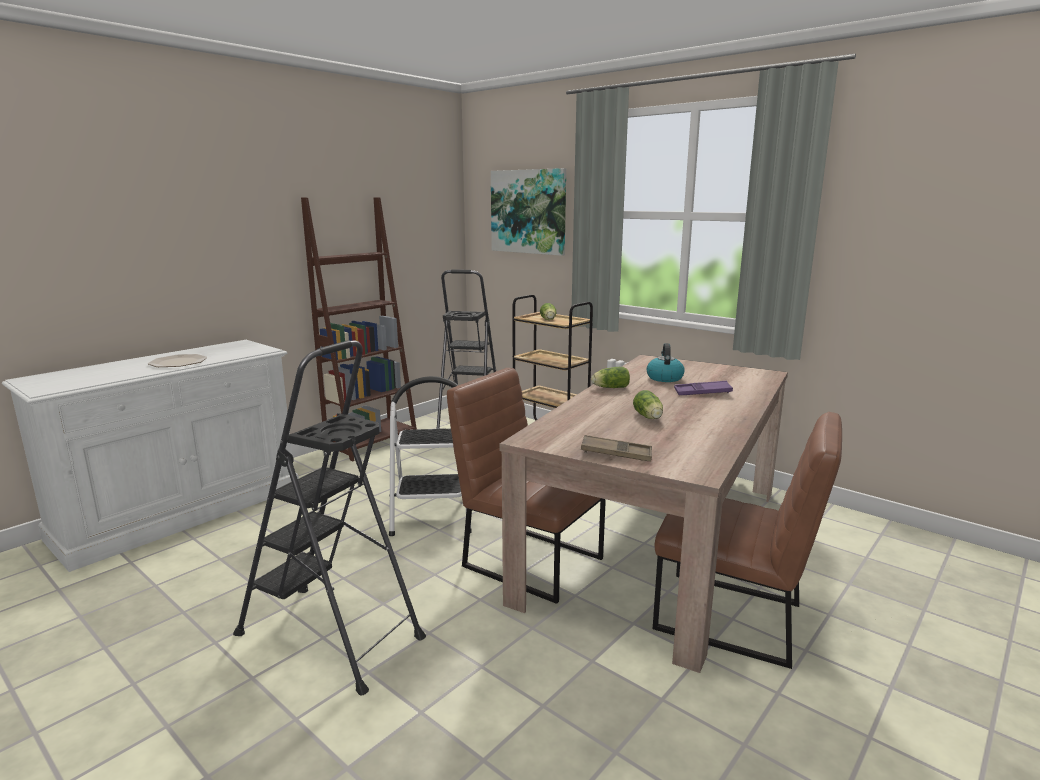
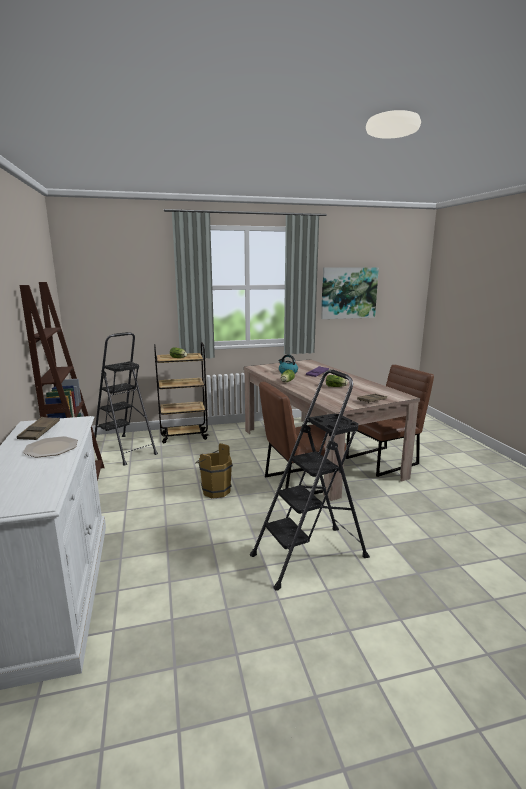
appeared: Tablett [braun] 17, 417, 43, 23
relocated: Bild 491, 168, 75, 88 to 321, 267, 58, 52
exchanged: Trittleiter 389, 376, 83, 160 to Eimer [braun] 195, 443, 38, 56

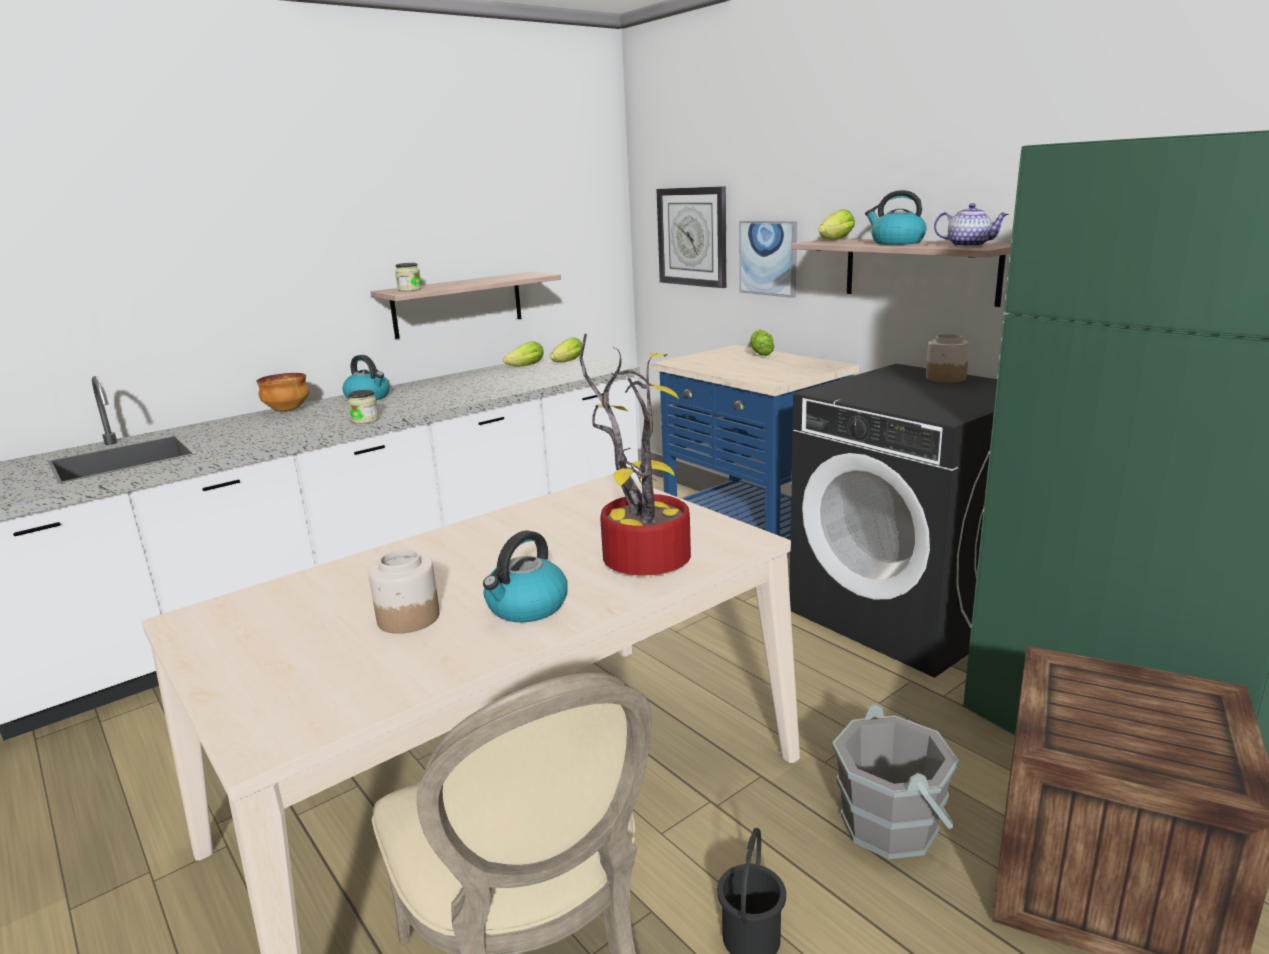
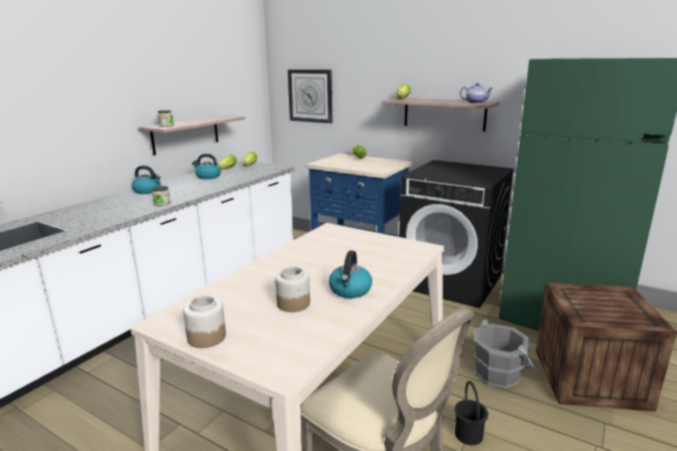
missing: Schüssel 256, 373, 53, 39; Topfpflanze 579, 334, 112, 242; Bild 739, 221, 58, 77
relocated: Wasserkessel 865, 190, 61, 55 to 192, 154, 29, 25; Vorratsglas 926, 334, 44, 48 to 183, 296, 43, 52

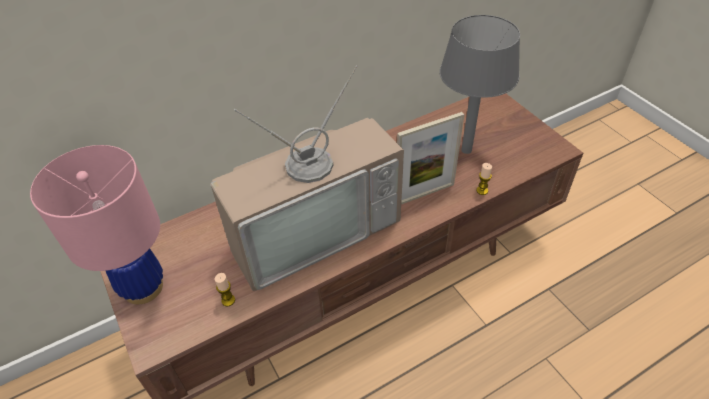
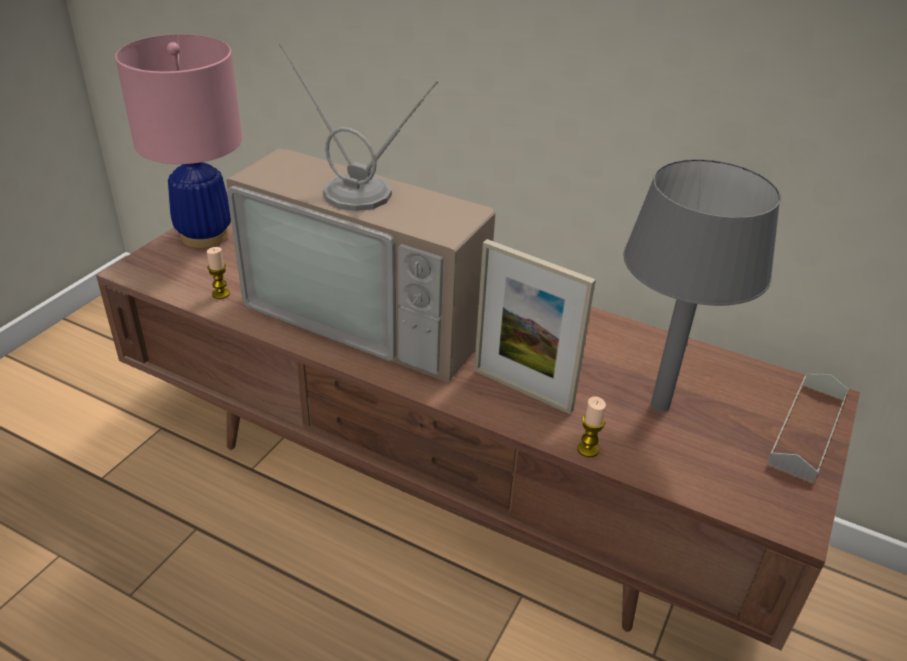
appeared: Tablett [grau] 767, 374, 82, 110

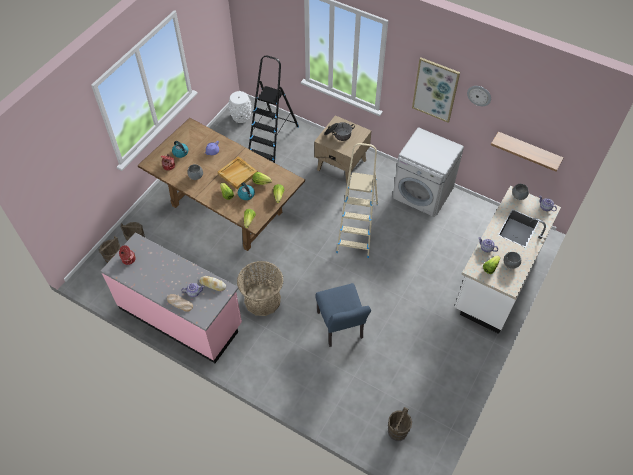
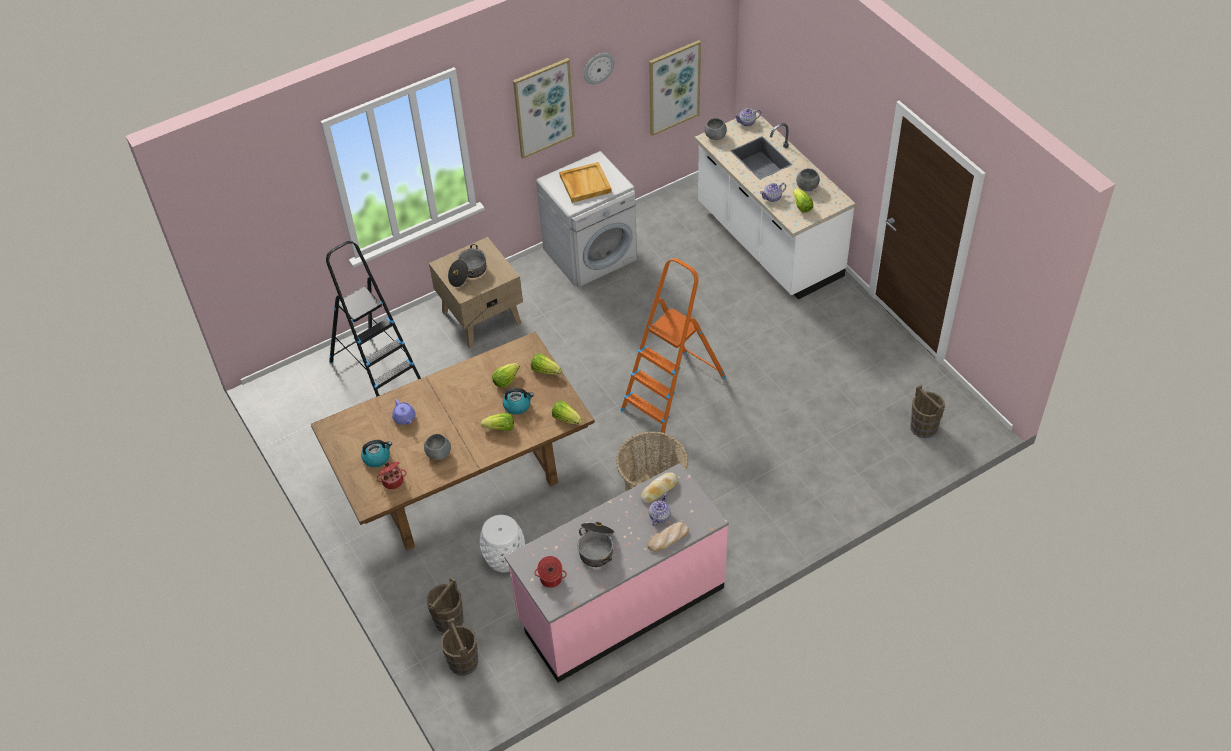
missing: Stuhl [blau] 316, 283, 55, 64; Trittleiter [beige] 336, 143, 42, 115
appeared: Kochtopf 577, 522, 37, 45; Trittleiter [orange] 621, 258, 105, 175
relocated: Tablett [beige] 218, 156, 40, 33 to 559, 162, 53, 41; Hocker [weiß] 228, 91, 24, 32 to 480, 515, 45, 58
exchanged: Wandregal 491, 131, 73, 41 to Bild 649, 40, 52, 96

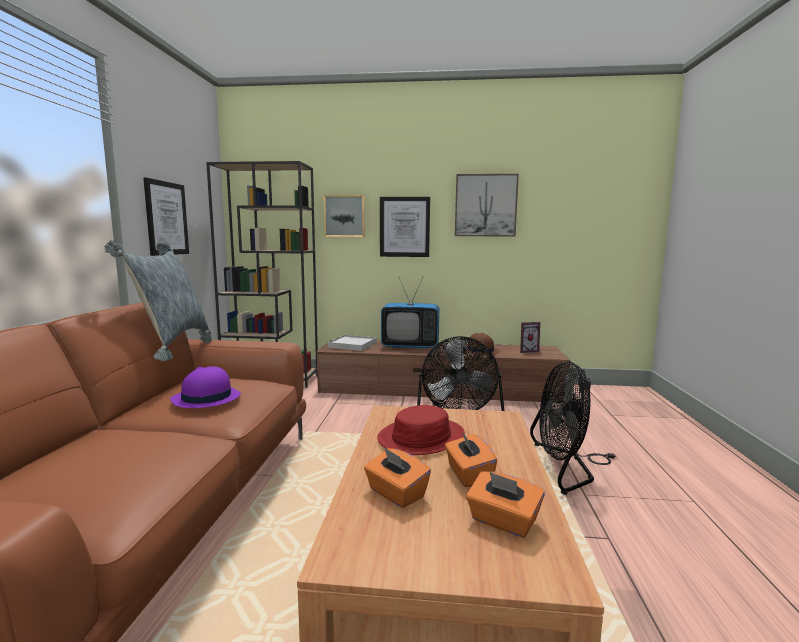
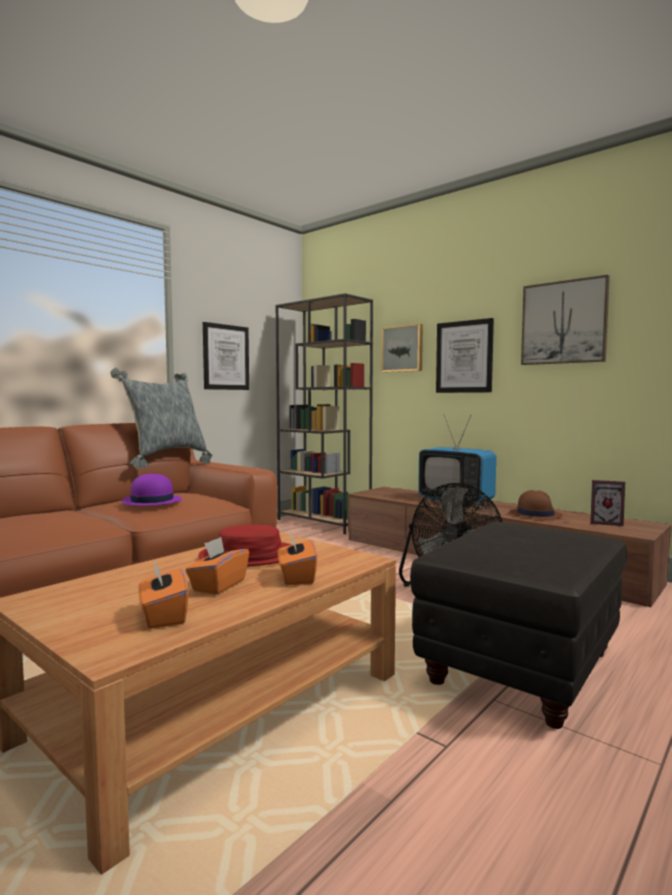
missing: Tablett [weiß] 327, 335, 50, 16
relocated: Taschentuchbox [orange] 364, 447, 67, 61 to 278, 533, 39, 52
exchanged: Ventilator [schwarz] 530, 362, 87, 133 to Polsterhocker [schwarz] 410, 522, 217, 207

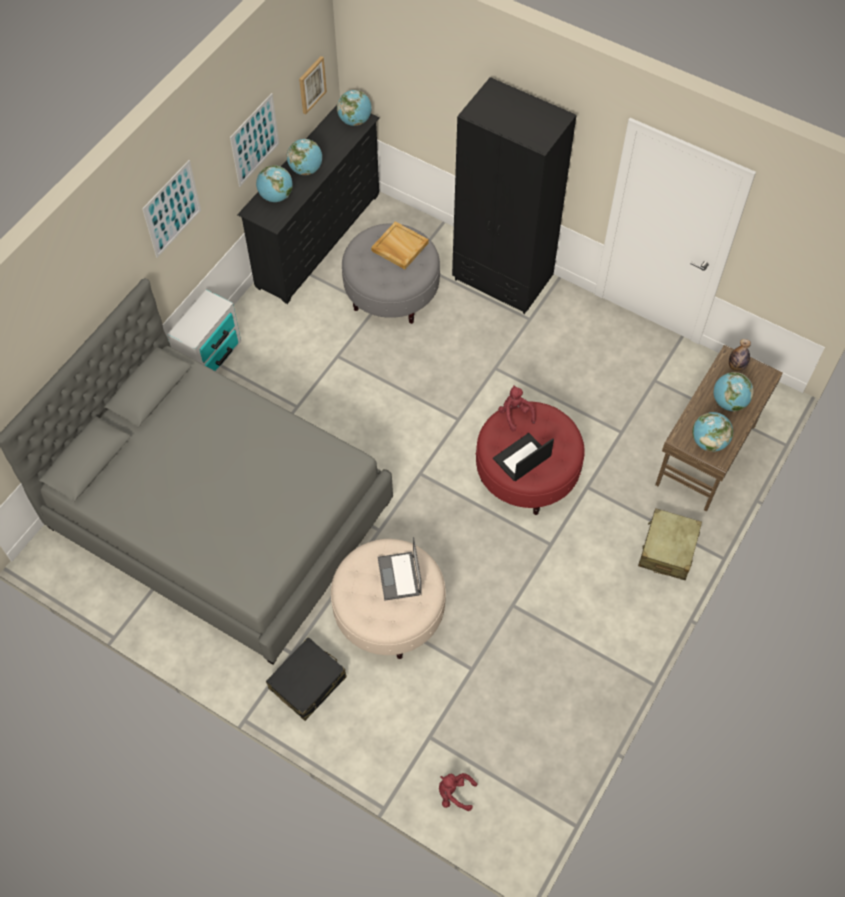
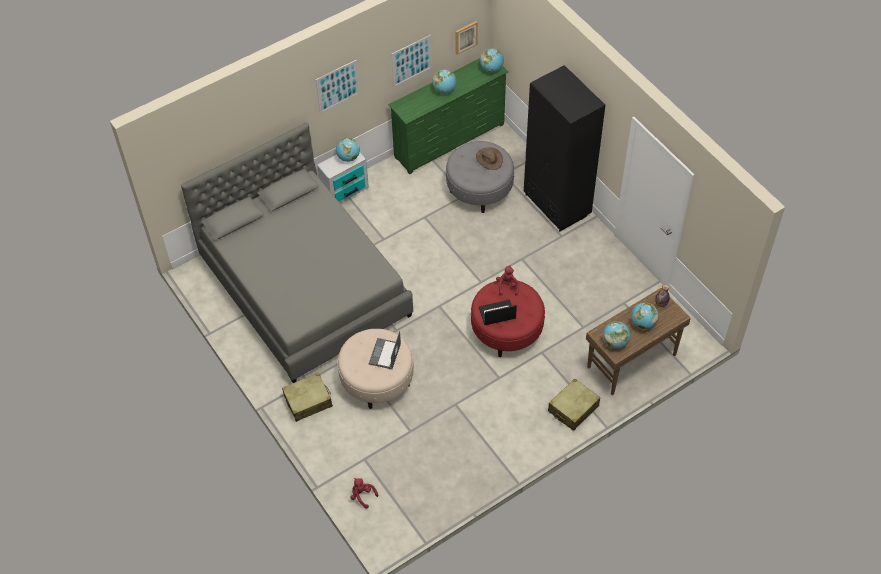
relocated: Globus 256, 165, 37, 37 to 336, 137, 24, 25
exchanged: Tablett [beige] 371, 221, 58, 48 to Hut [braun] 476, 147, 27, 23
colour: Kommode [schwarz] 237, 105, 143, 199 to Kommode [grün] 388, 58, 120, 116; Koffer [schwarz] 266, 637, 81, 84 to Koffer [beige] 282, 372, 51, 50

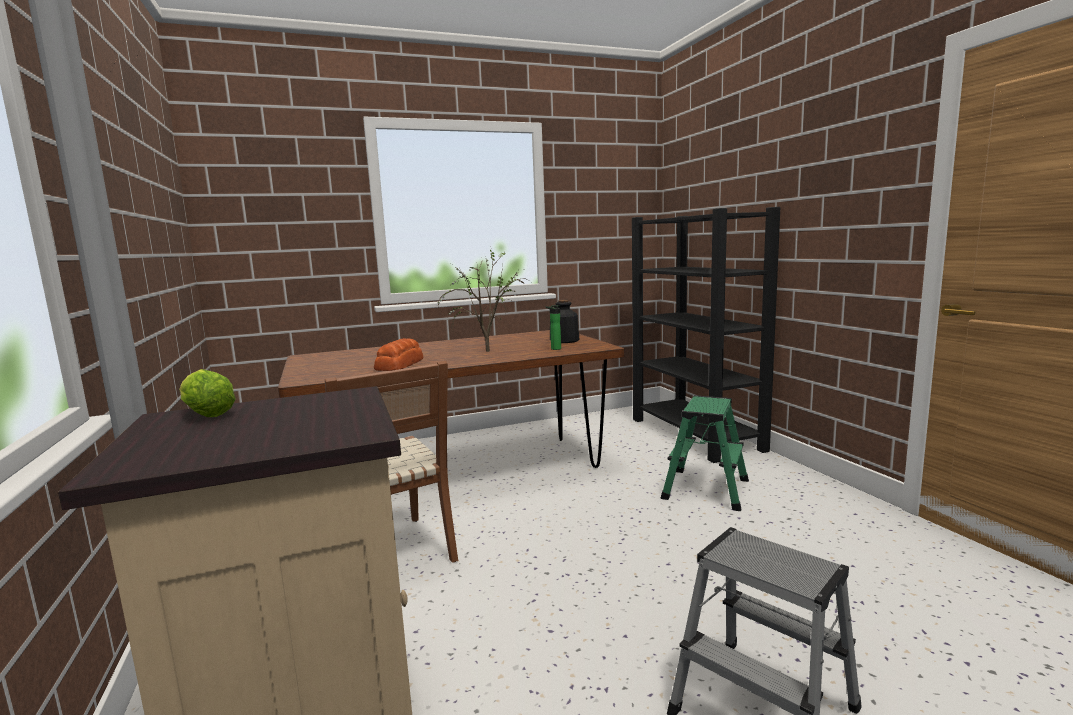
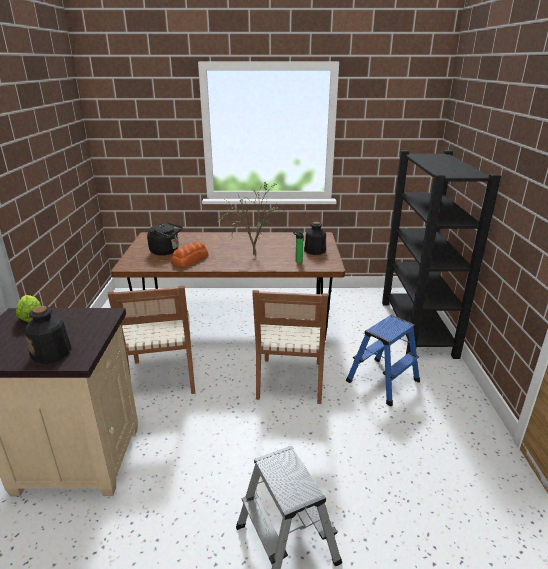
appeared: Flasche 24, 306, 47, 58; Wasserkessel [schwarz] 147, 222, 36, 33; Stuhl 252, 290, 76, 114
colour: Trittleiter [grün] 661, 395, 88, 116 to Trittleiter [blau] 346, 314, 74, 92

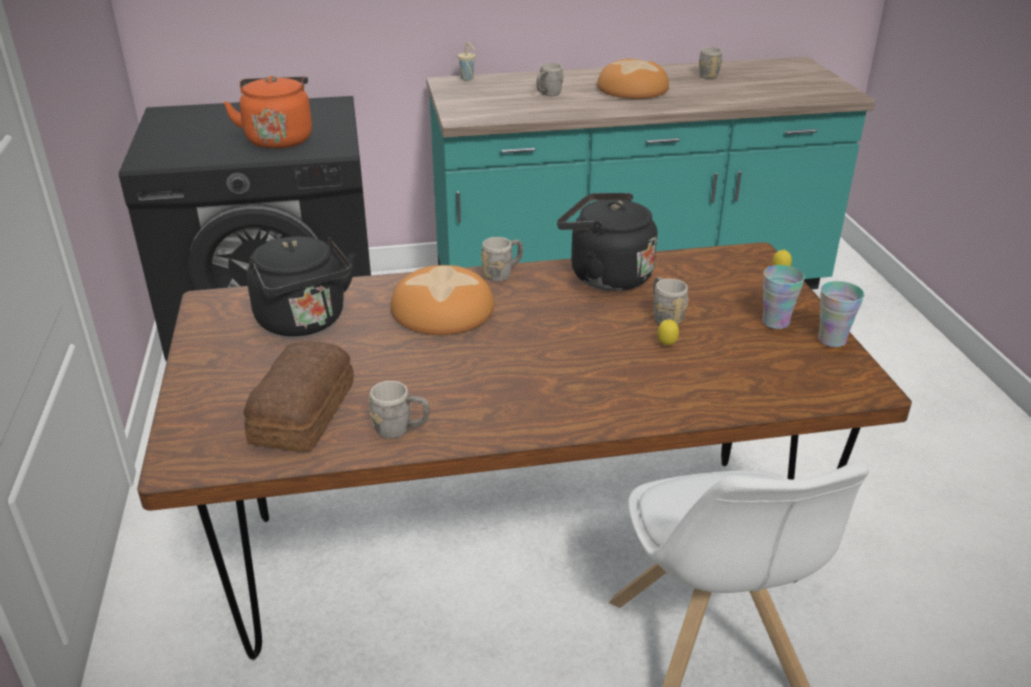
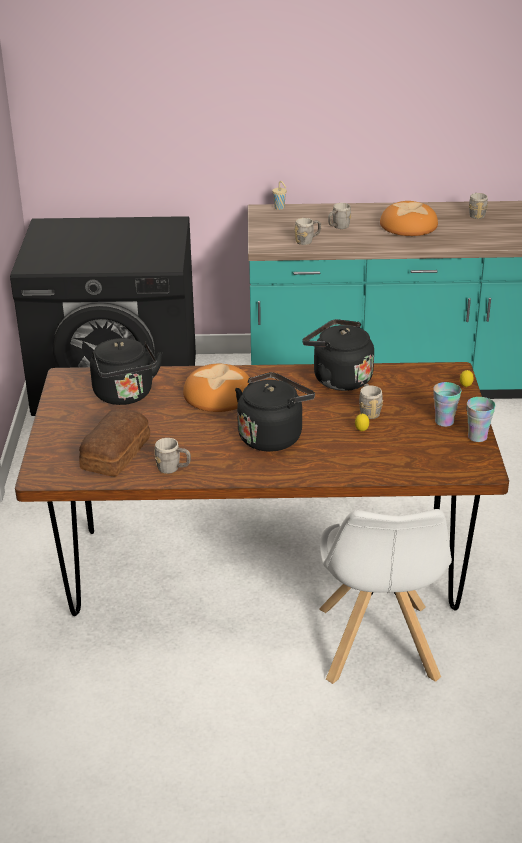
missing: Wasserkessel [orange] 223, 76, 89, 73
appeared: Wasserkessel [schwarz] 235, 372, 80, 80
relocated: Henkelbecher [grau] 481, 237, 42, 45 to 295, 218, 26, 27

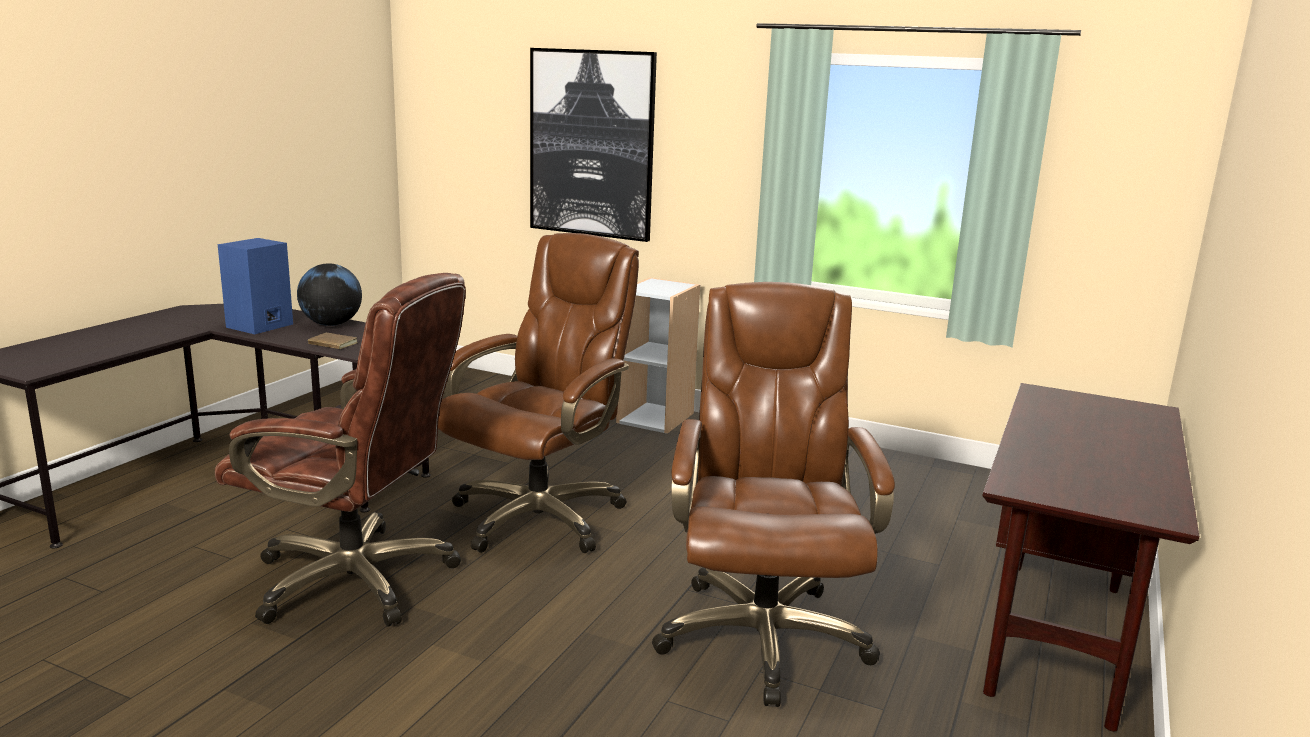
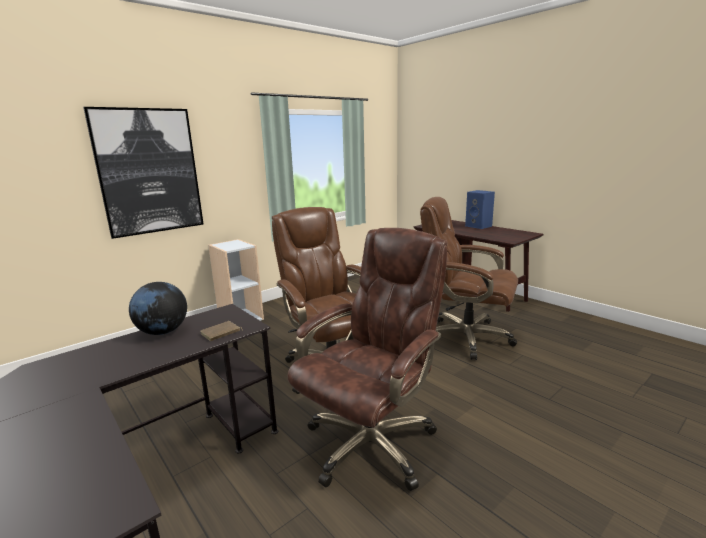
relocated: Lautsprecher [blau] 218, 238, 75, 96 to 465, 190, 30, 39

